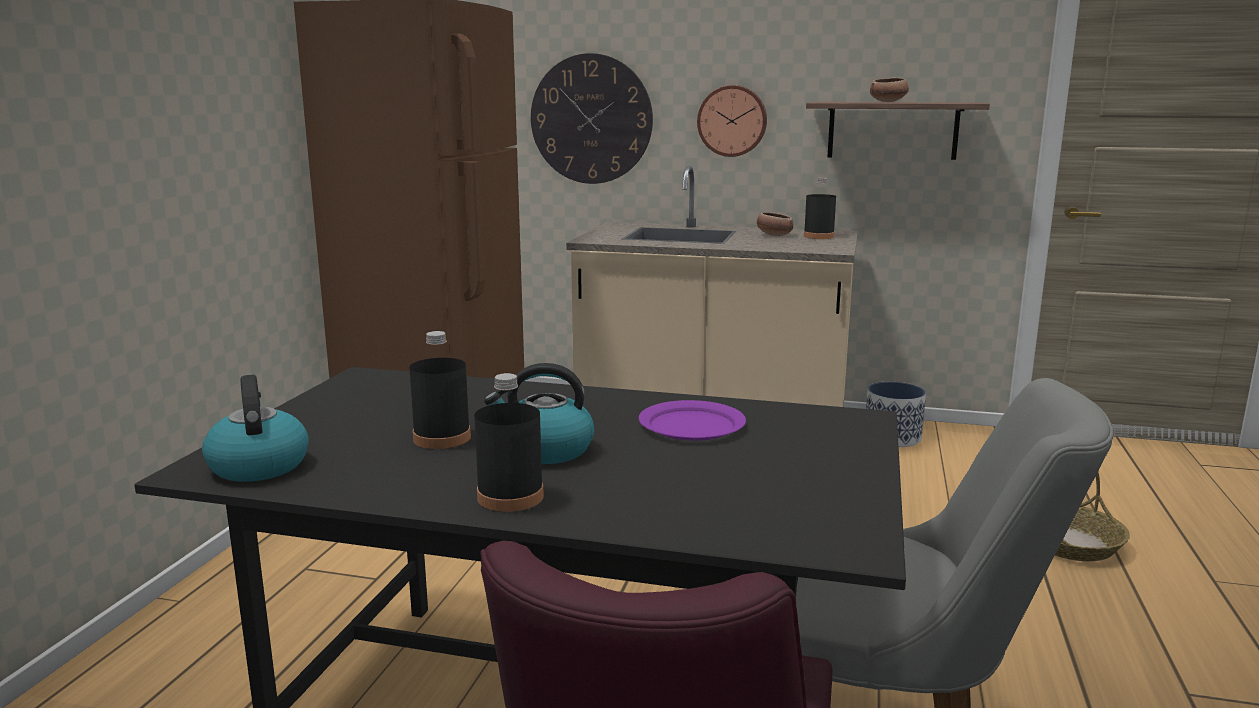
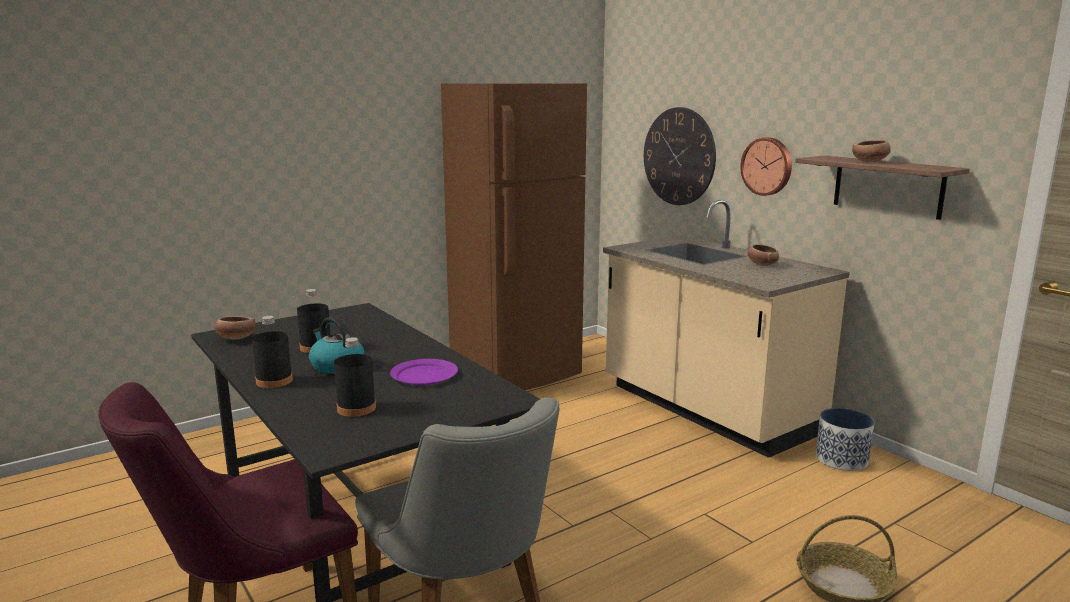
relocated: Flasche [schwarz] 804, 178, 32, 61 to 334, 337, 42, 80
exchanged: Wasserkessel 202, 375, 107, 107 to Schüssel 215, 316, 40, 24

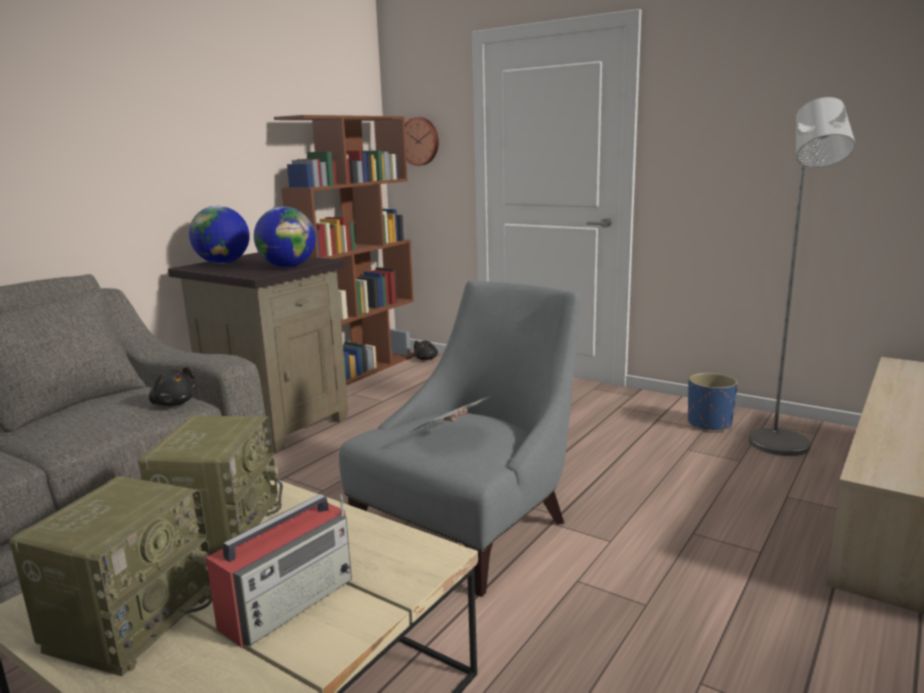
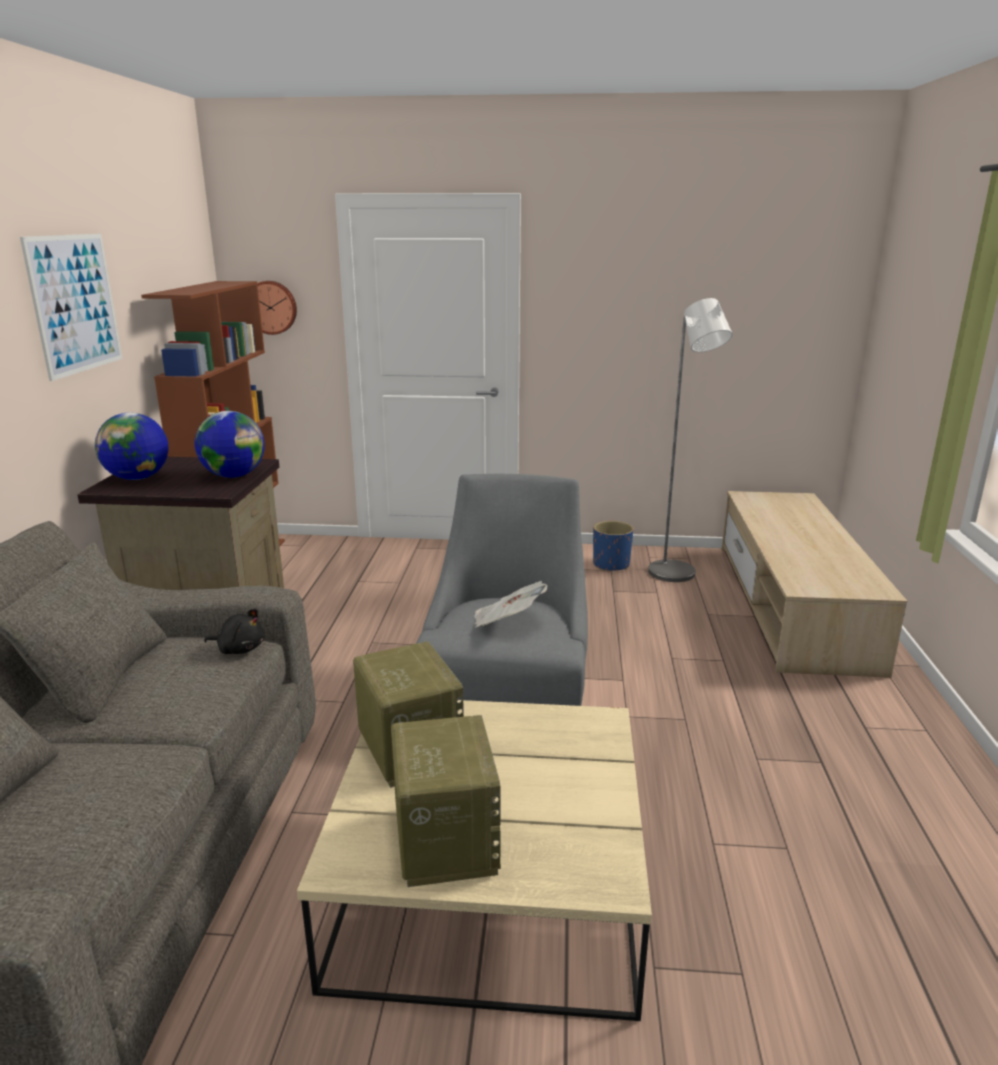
missing: Radio 206, 494, 146, 154; Plüschtier [schwarz] 414, 340, 24, 20
appeared: Bild 20, 234, 103, 147

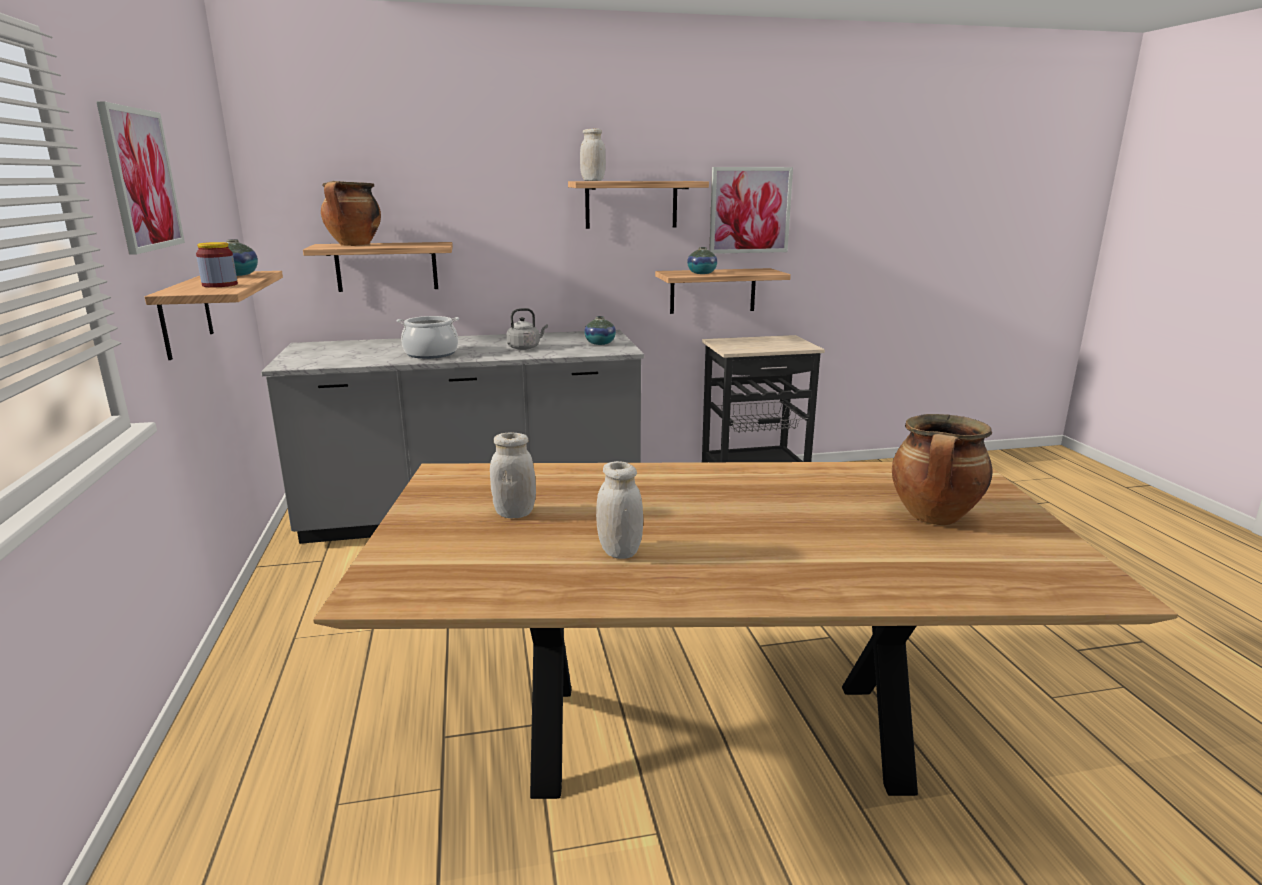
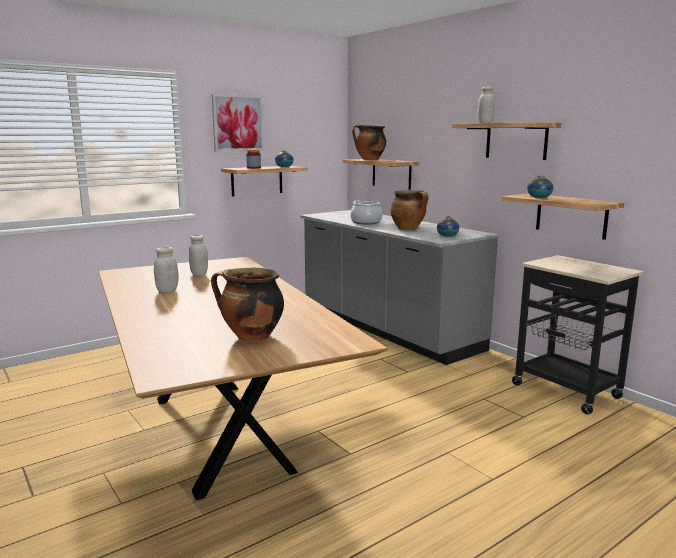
missing: Bild 709, 167, 84, 87
exchanged: Wasserkessel [grau] 507, 308, 41, 42 to Kochtopf 390, 190, 38, 40

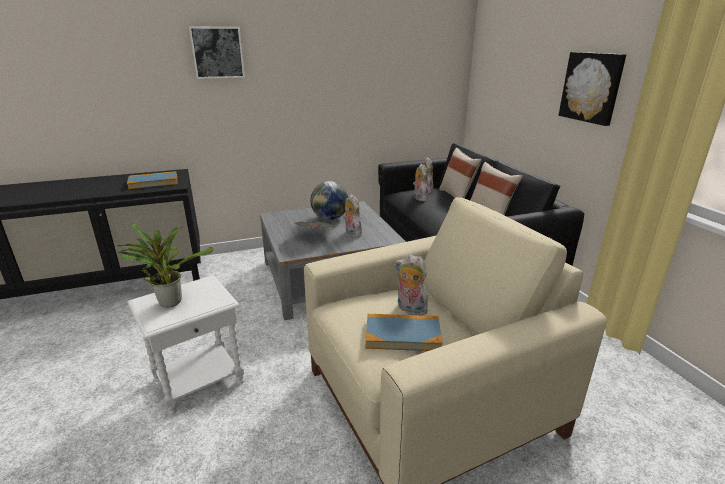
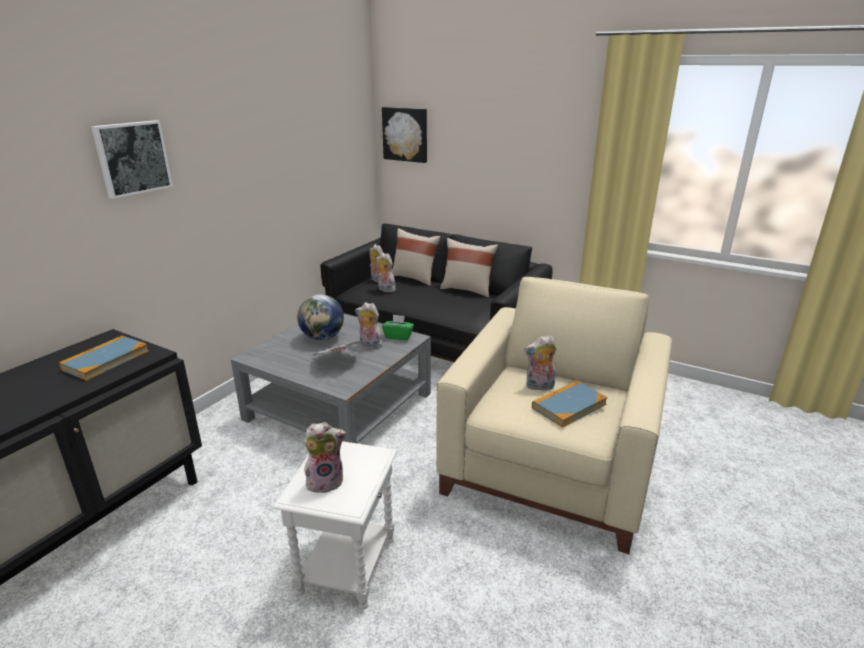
appeared: Taschentuchbox [grün] 382, 314, 32, 26
relocated: Bild 559, 52, 67, 74 to 382, 107, 45, 56
exchanged: Topfpflanze 118, 223, 95, 85 to Plüschtier 303, 422, 43, 71

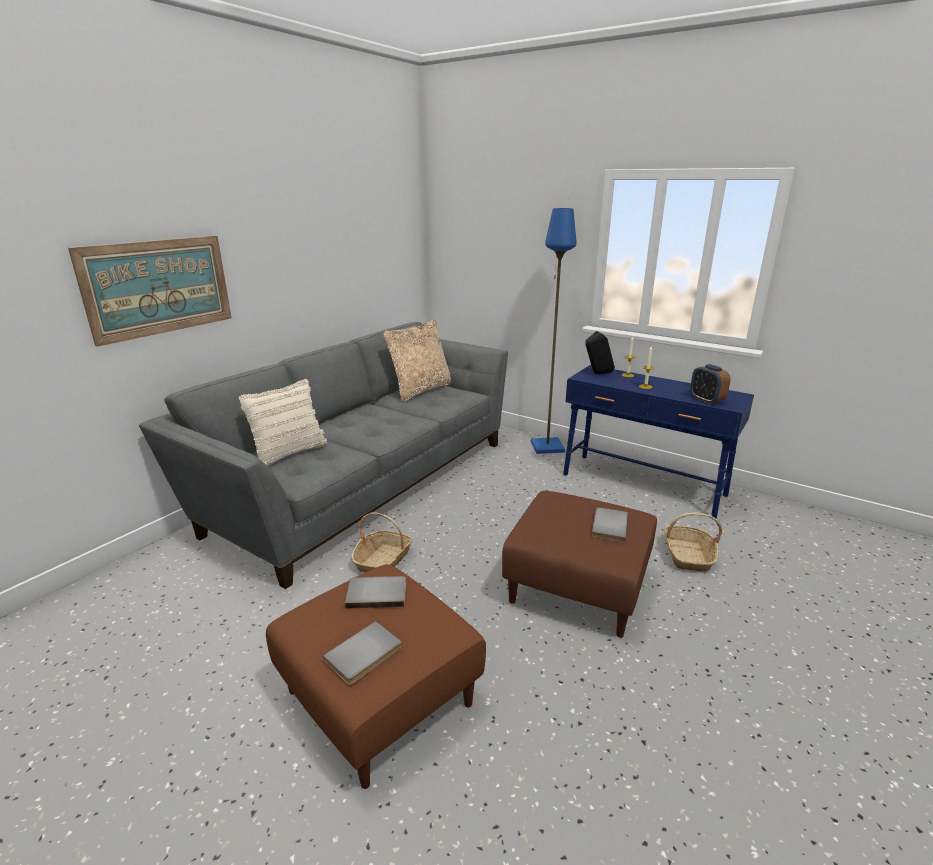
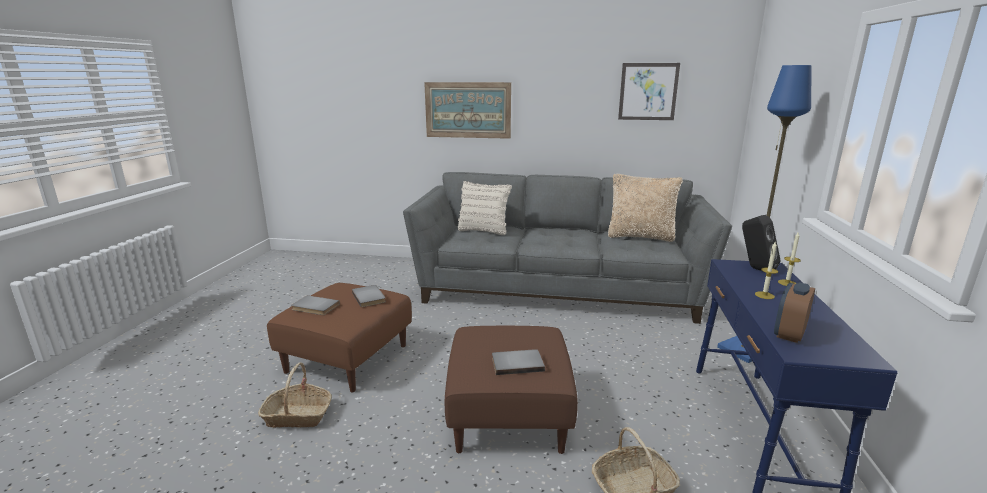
appeared: Bild 618, 63, 62, 57
relocated: Korb 351, 512, 62, 60 to 258, 362, 74, 66

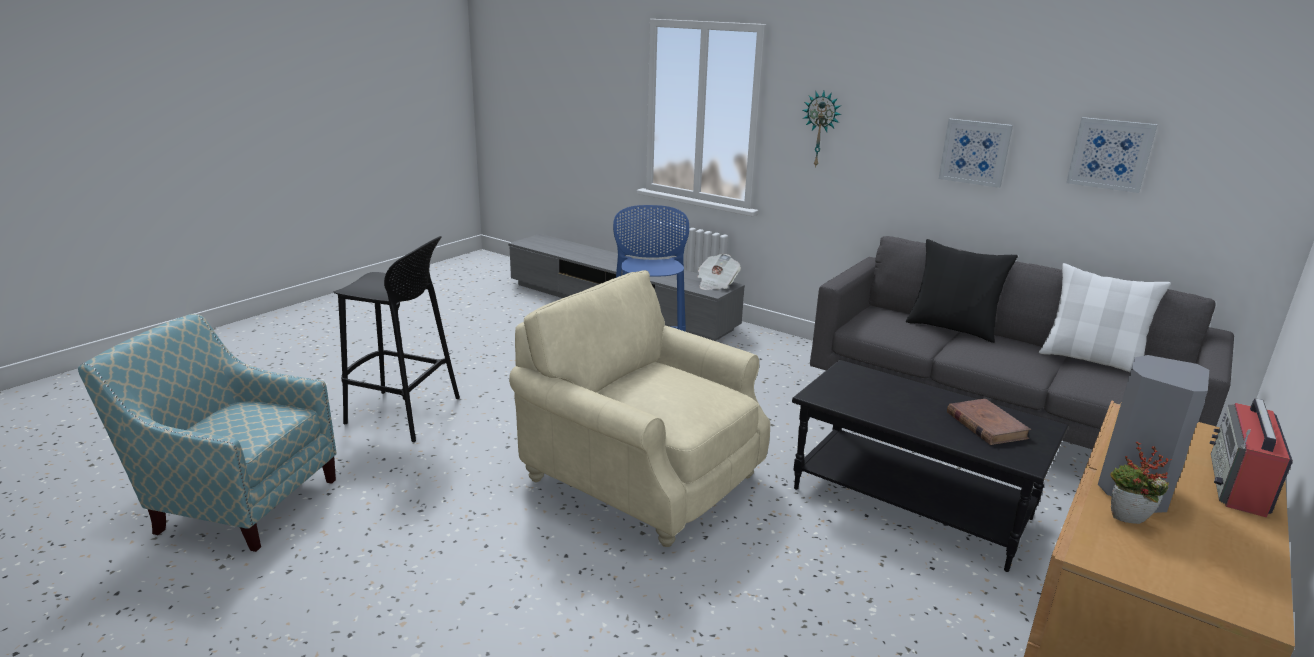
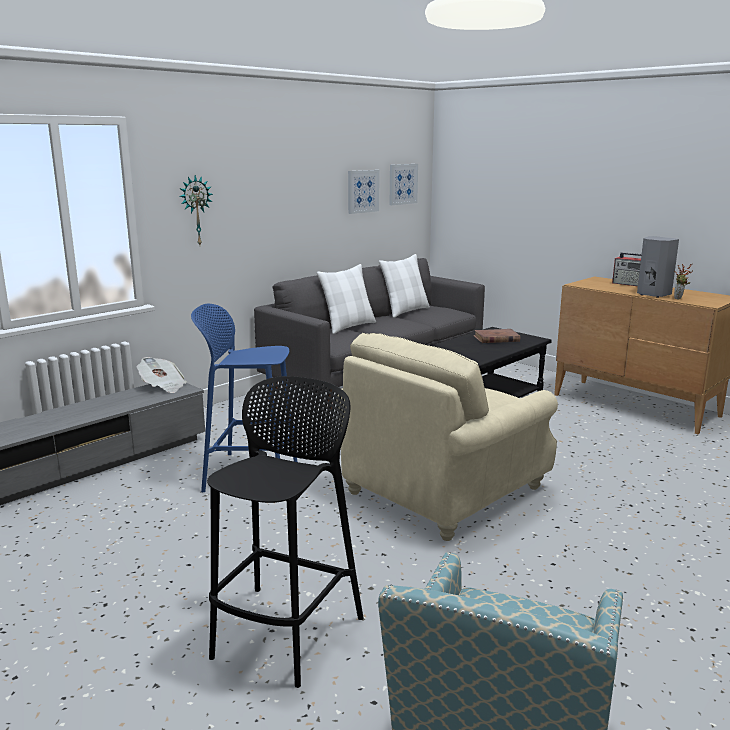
relocated: Bild 939, 119, 74, 69 to 390, 164, 28, 41
colour: Kissen [schwarz] 906, 239, 112, 104 to Kissen [weiß] 317, 264, 59, 70

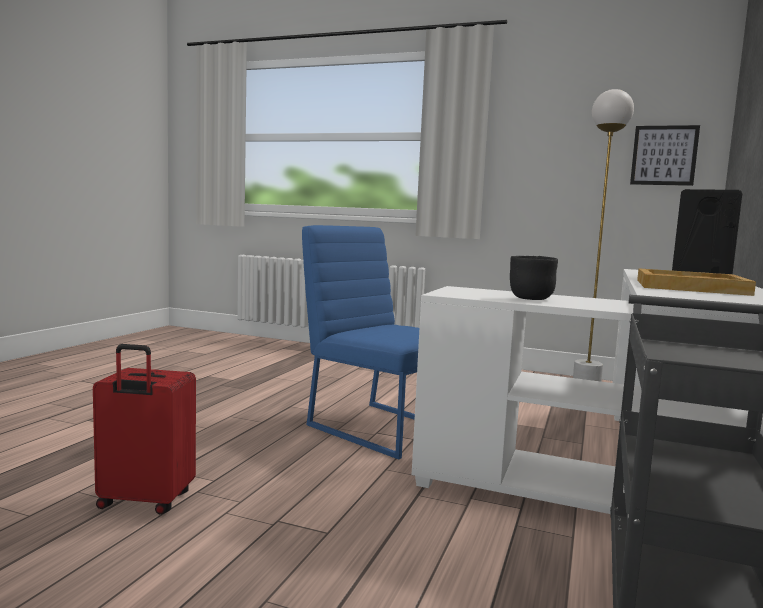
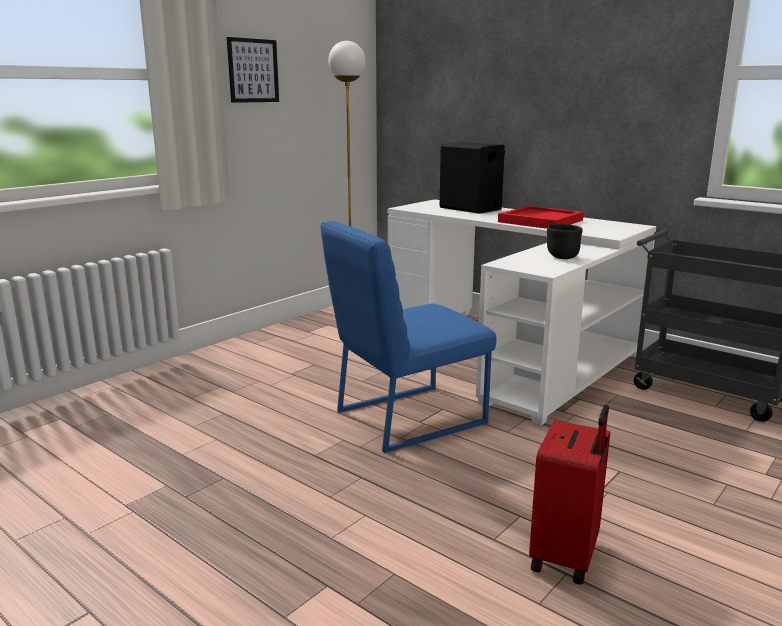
relocated: Bild 630, 125, 70, 61 to 227, 37, 52, 66
colour: Tablett [beige] 637, 268, 119, 28 to Tablett [rot] 498, 206, 86, 23

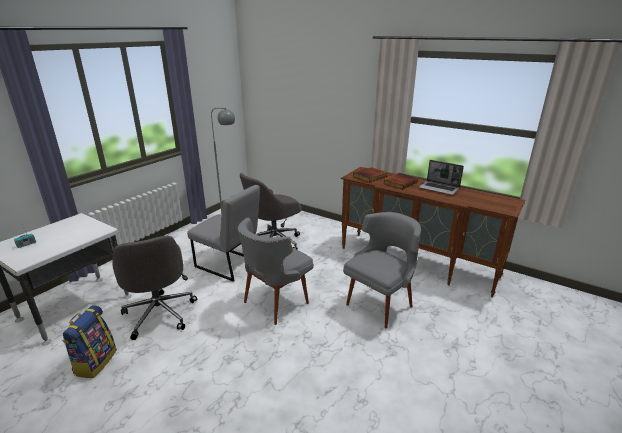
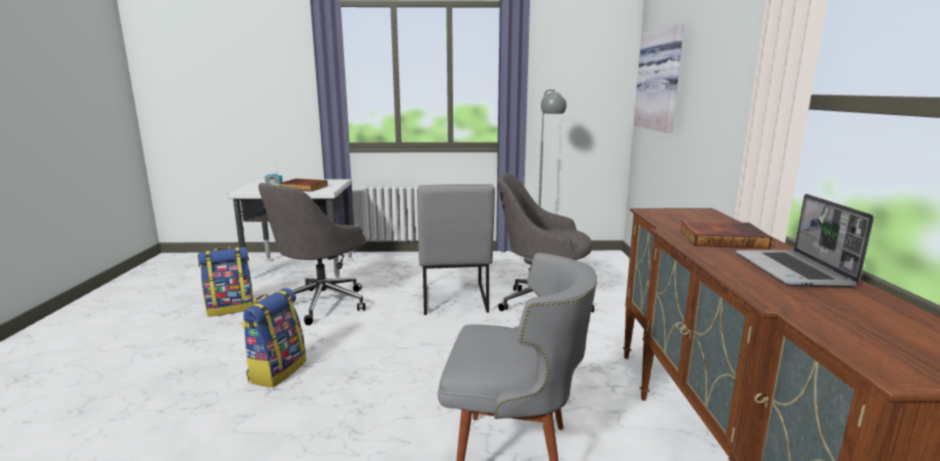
missing: Stuhl [grau] 237, 218, 77, 107
appeared: Rucksack 242, 288, 64, 100; Bild 634, 23, 50, 110
relocated: Buch 353, 167, 35, 16 to 279, 179, 48, 13

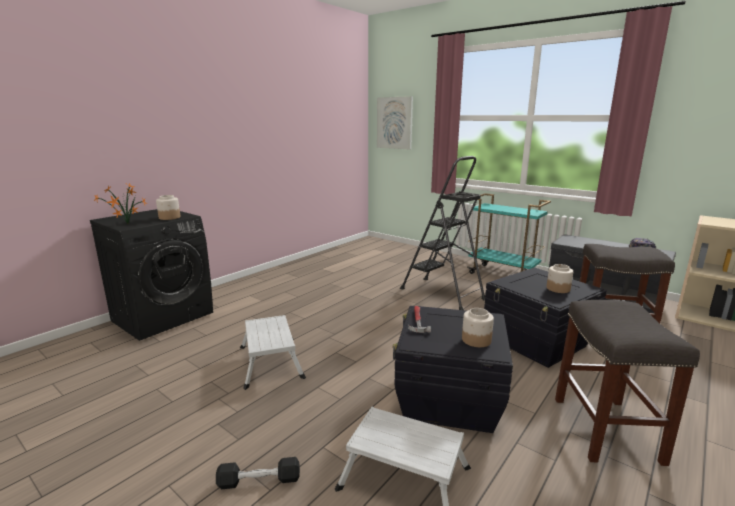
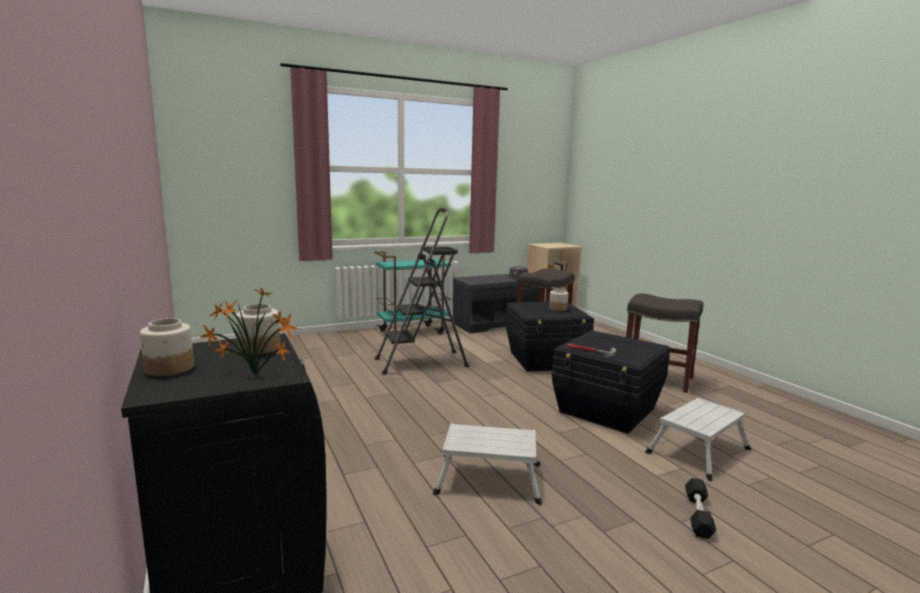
missing: Bild 377, 96, 36, 53
relocated: Vorratsglas 462, 308, 32, 39 to 140, 318, 54, 58

